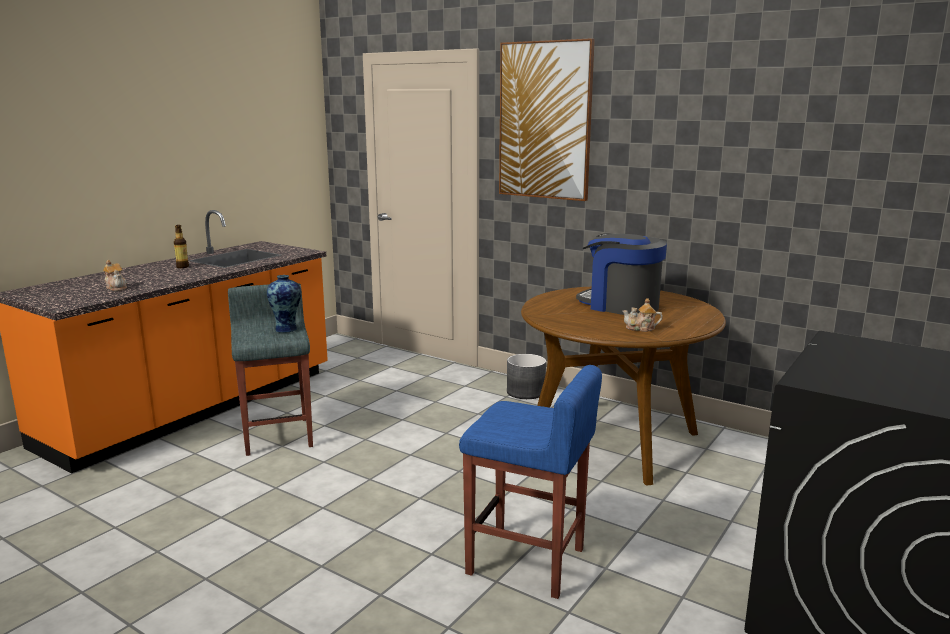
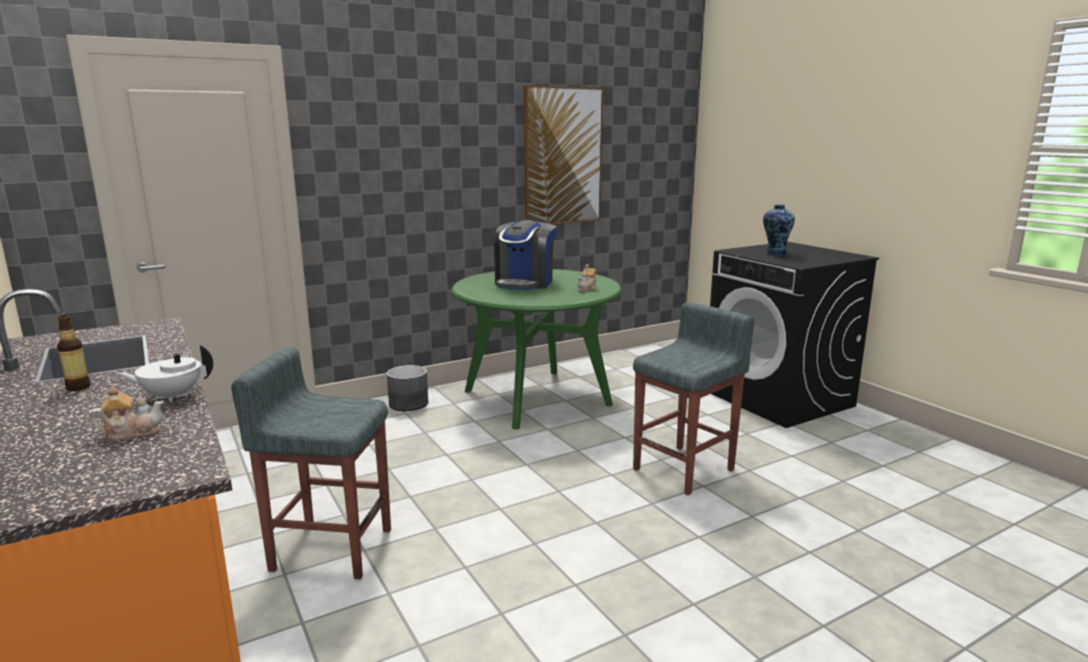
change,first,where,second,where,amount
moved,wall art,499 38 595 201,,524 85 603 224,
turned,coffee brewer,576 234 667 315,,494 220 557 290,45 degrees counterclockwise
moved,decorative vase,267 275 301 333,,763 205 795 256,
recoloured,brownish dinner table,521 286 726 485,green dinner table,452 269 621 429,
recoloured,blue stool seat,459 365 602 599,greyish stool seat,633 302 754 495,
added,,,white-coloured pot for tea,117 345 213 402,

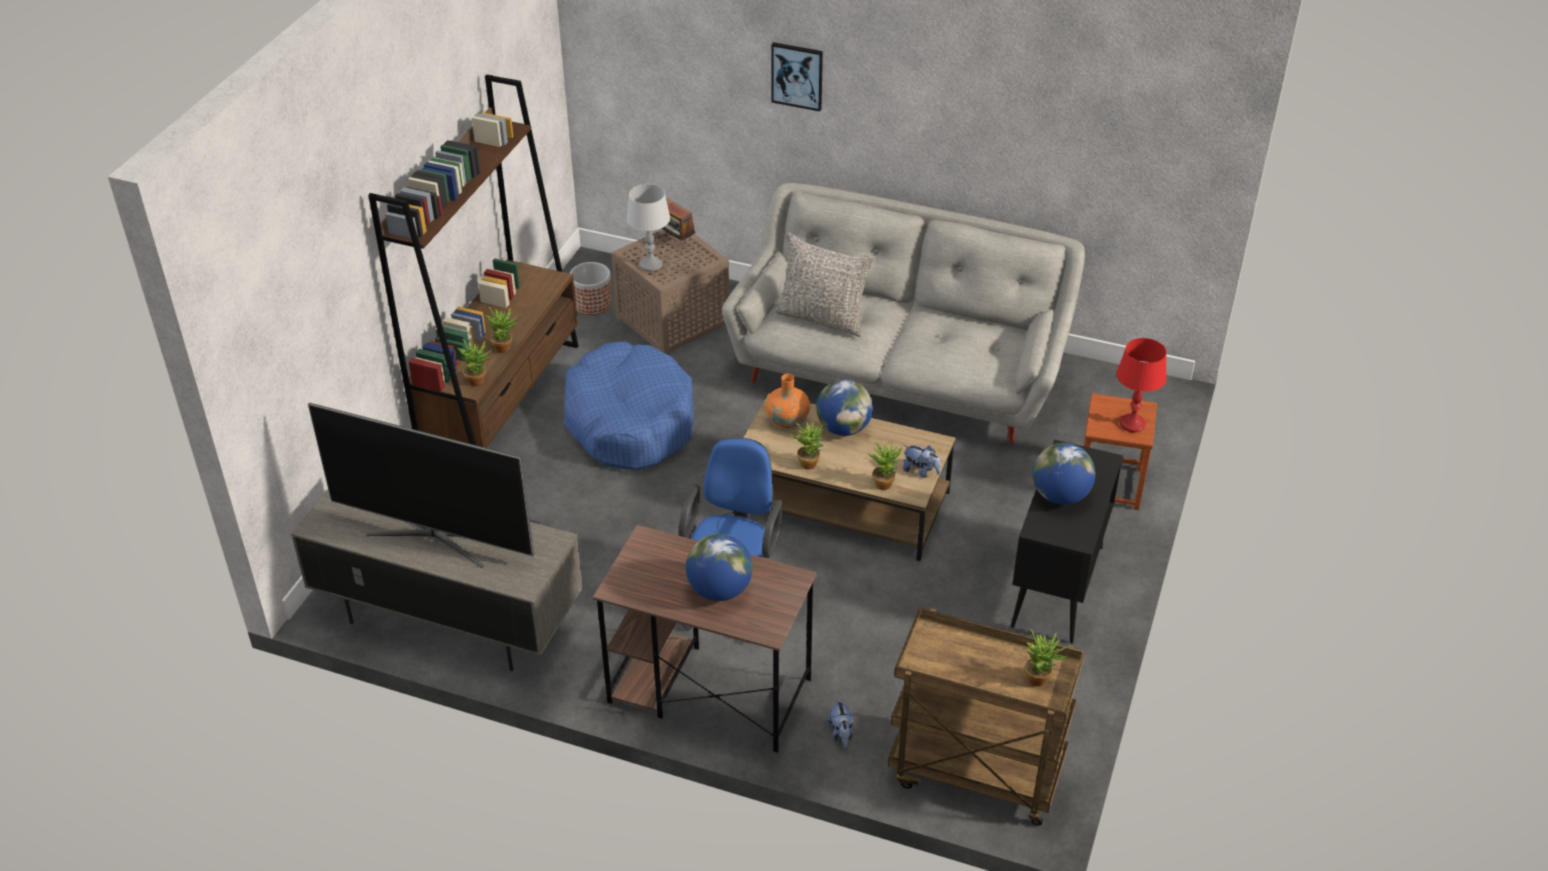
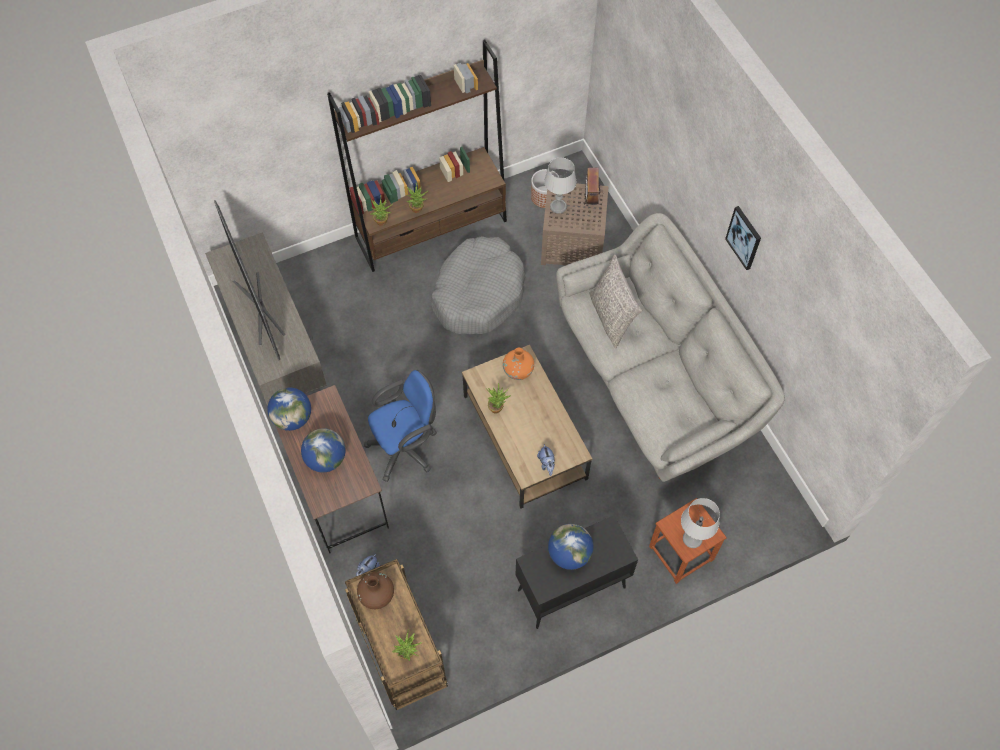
change,first,where,second,where,amount
moved,wall art,771 42 823 111,,725 206 761 270,
recoloured,red table lamp,1116 338 1167 432,greyish table lamp,681 498 720 548,
recoloured,blue dog cushion,564 341 694 470,greyish dog cushion,431 236 526 334,
moved,desk globe,816 379 873 436,,267 388 311 431,
removed,plant in a pot,867 441 902 490,,,
added,,,brownish decorative vase,357 572 394 609,

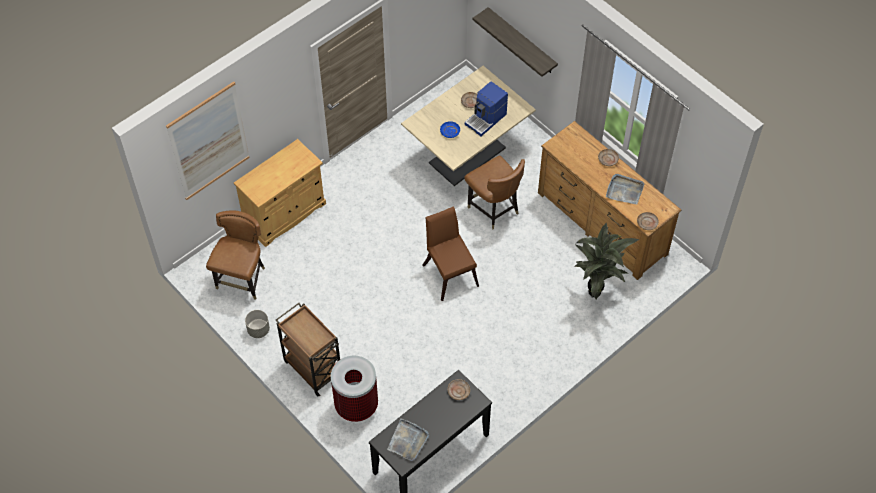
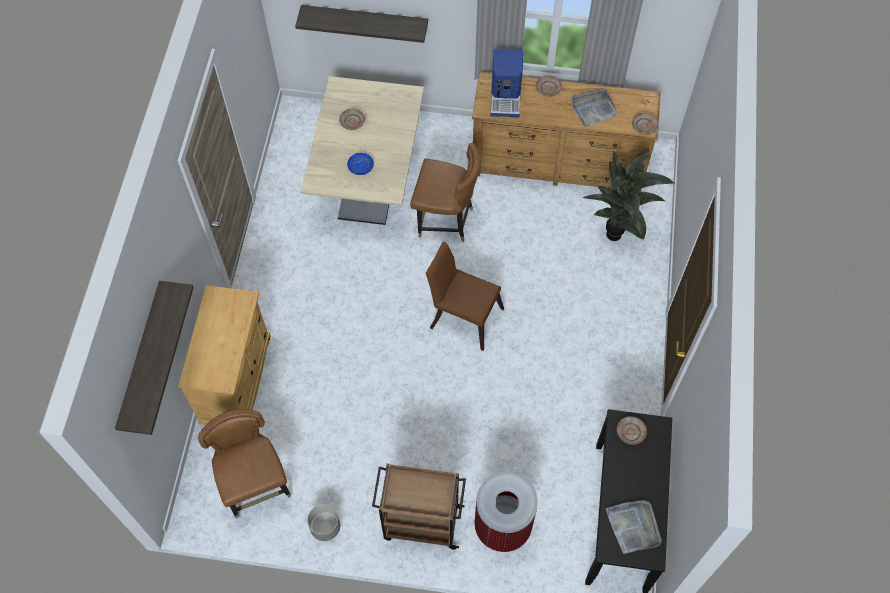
change,first,where,second,where,amount
moved,coffee brewer,465 81 508 136,,491 49 523 118,
replaced,wall art,166 82 250 200,bracket shelf,115 281 194 435,

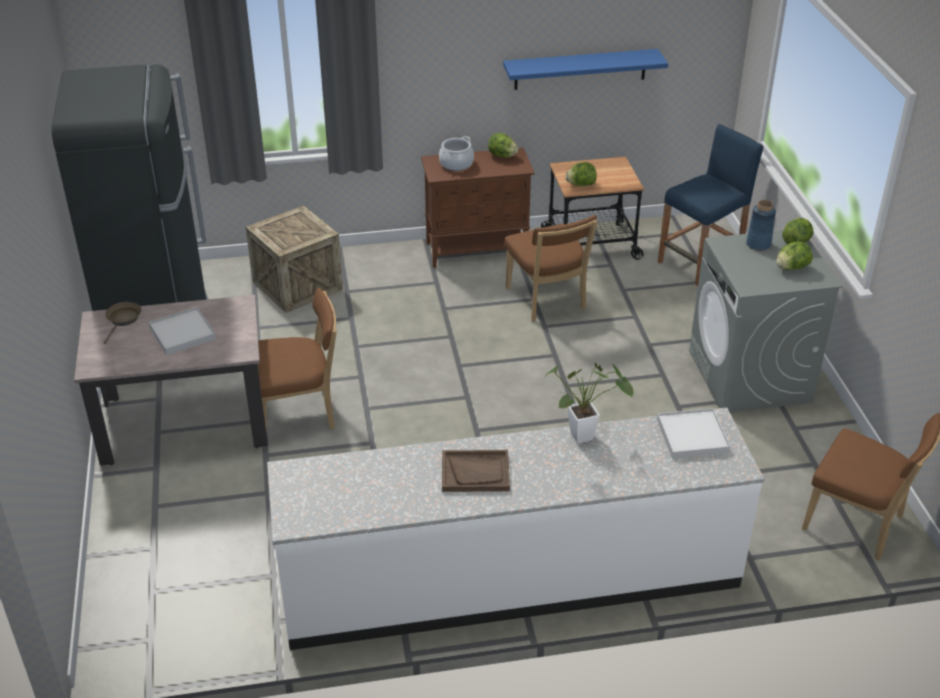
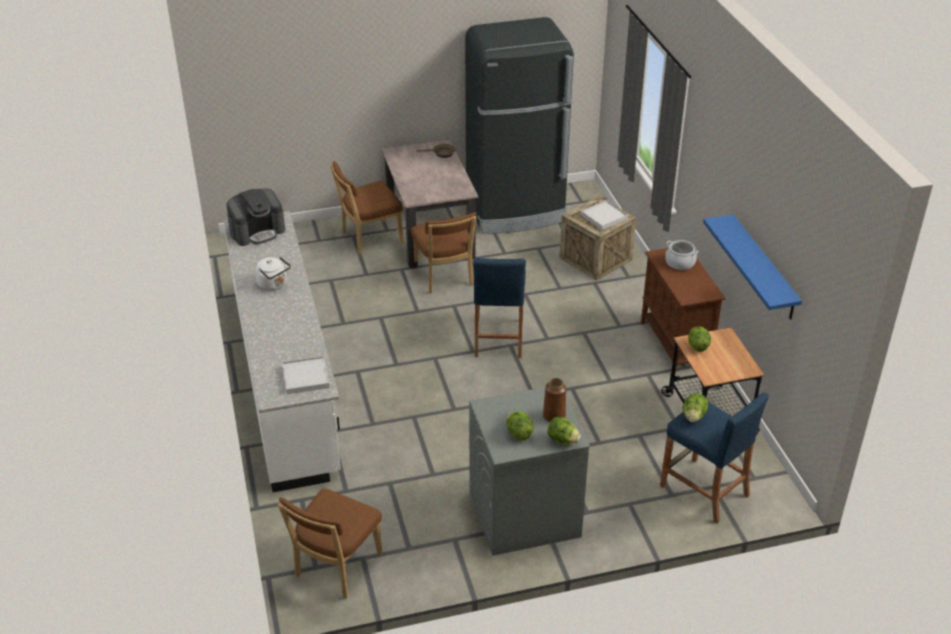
change,first,where,second,where,amount
moved,lettuce head,488 133 518 158,,683 393 708 423,
recoloured,blue decorative vase,746 200 776 251,brownish decorative vase,543 378 566 422,
moved,brownish chair,505 215 598 321,,330 161 403 254,
moved,white-coloured serving tray,149 307 216 355,,580 200 628 230,
removed,plant in a pot,544 363 634 443,,,
replaced,brownish serving tray,442 450 510 492,white-coloured tea kettle,255 257 291 291,
added,,,coffee brewer,227 188 285 246,
added,,,blue stool seat,473 257 526 358,

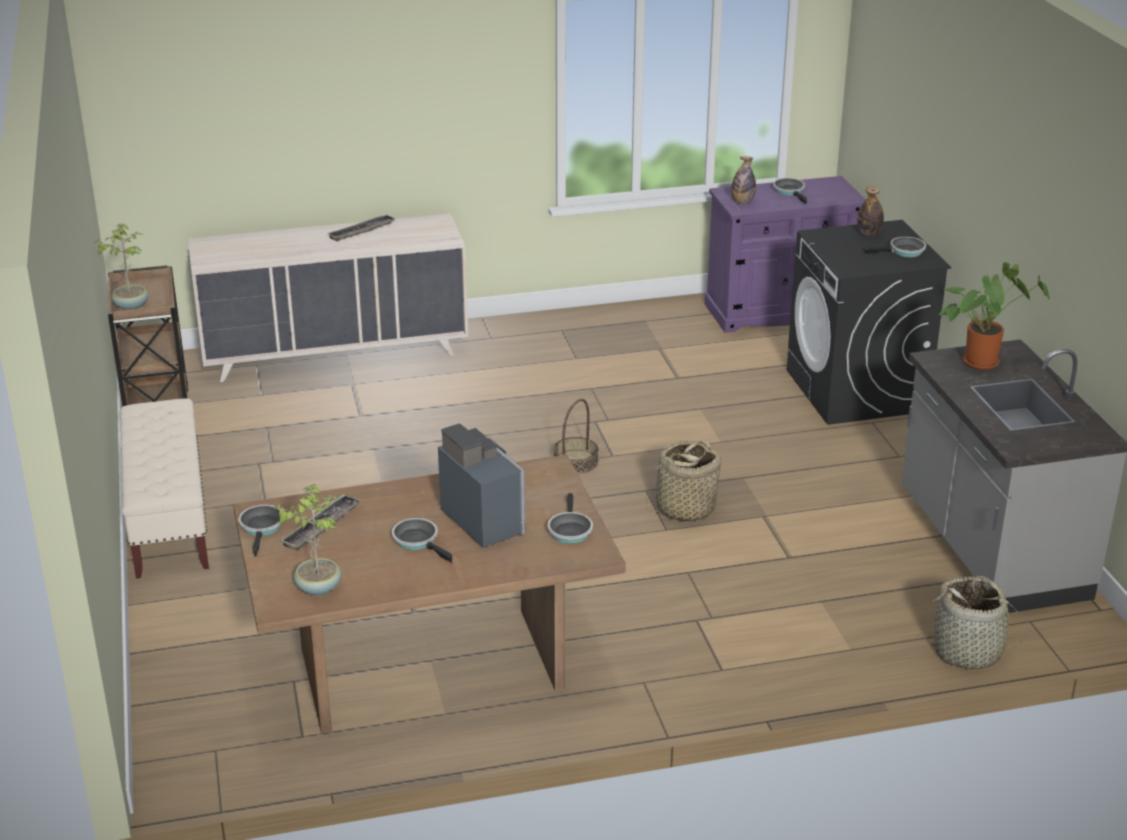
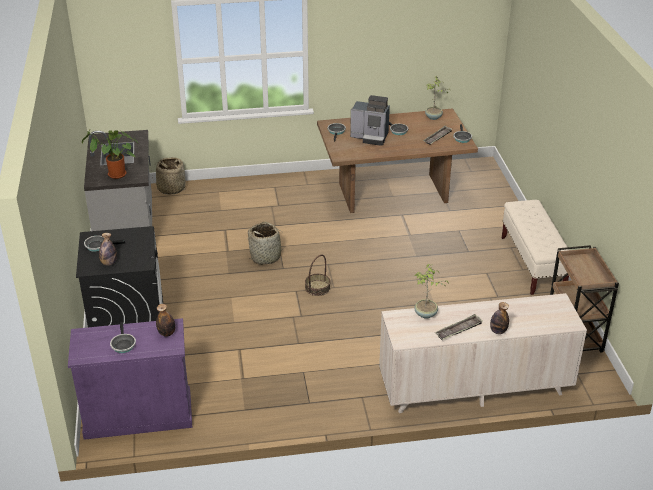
change,first,where,second,where,amount
moved,plant in a pot,95 224 148 310,,414 264 449 319,
turned,coffee brewer,438 424 525 548,,350 95 390 146,45 degrees counterclockwise
added,,,beverage bottle,490 302 509 334,

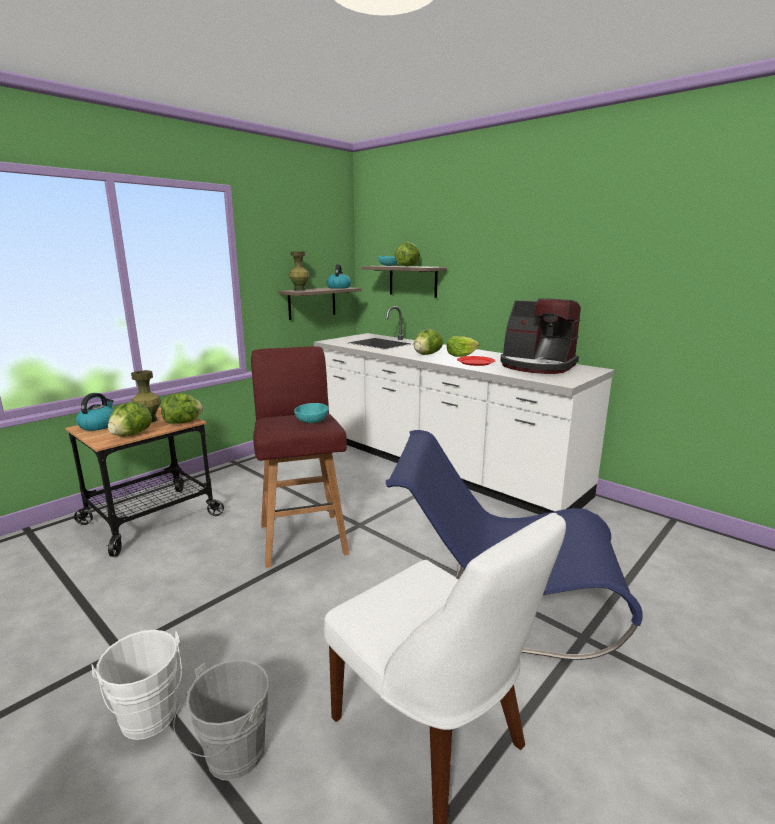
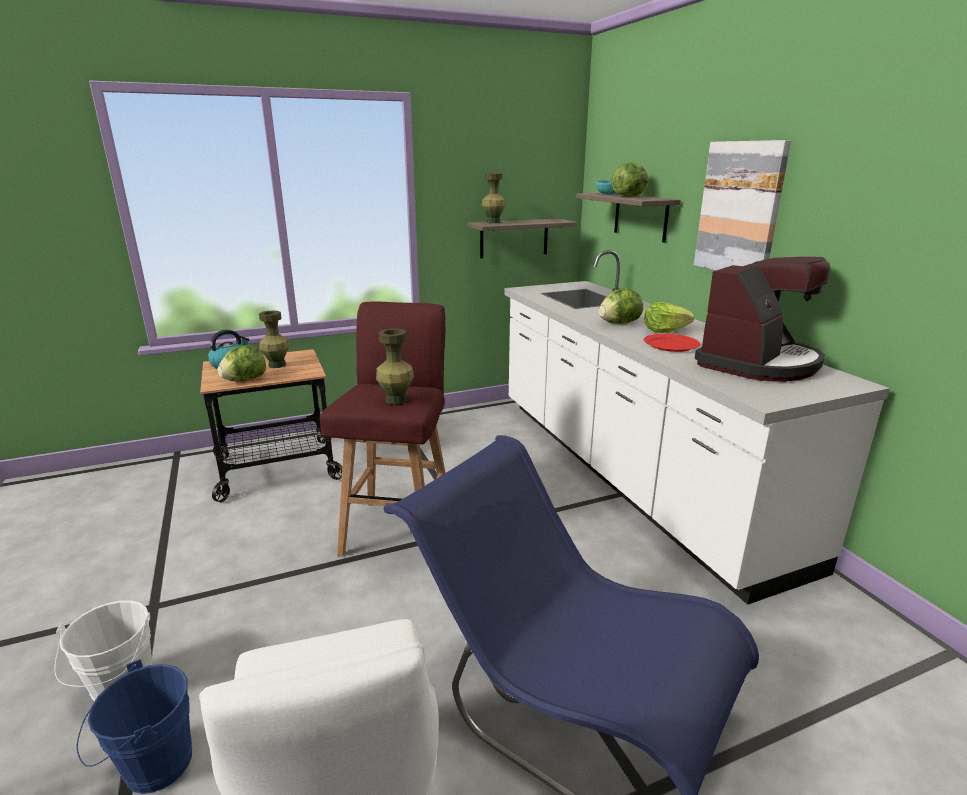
change,first,where,second,where,amount
removed,tea kettle,327 264 351 289,,,
turned,coffee brewer,500 298 581 374,,695 257 831 382,105 degrees counterclockwise
removed,lettuce head,161 393 203 424,,,
replaced,turquoise-coloured deep dish,294 403 329 423,green decorative vase,376 328 414 405,
recoloured,greyish water bucket,173 659 269 781,blue water bucket,77 659 192 794,
added,,,wall art,694 140 791 271,

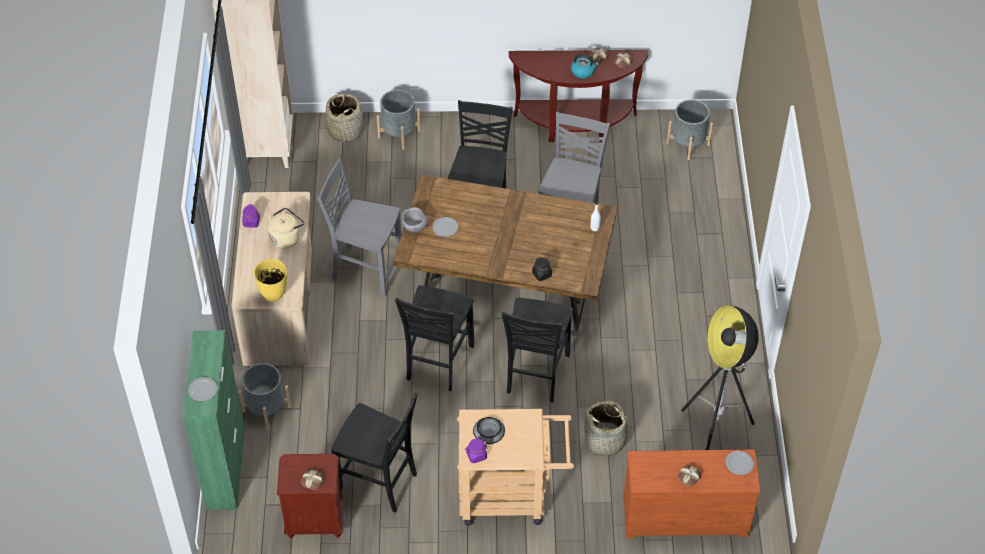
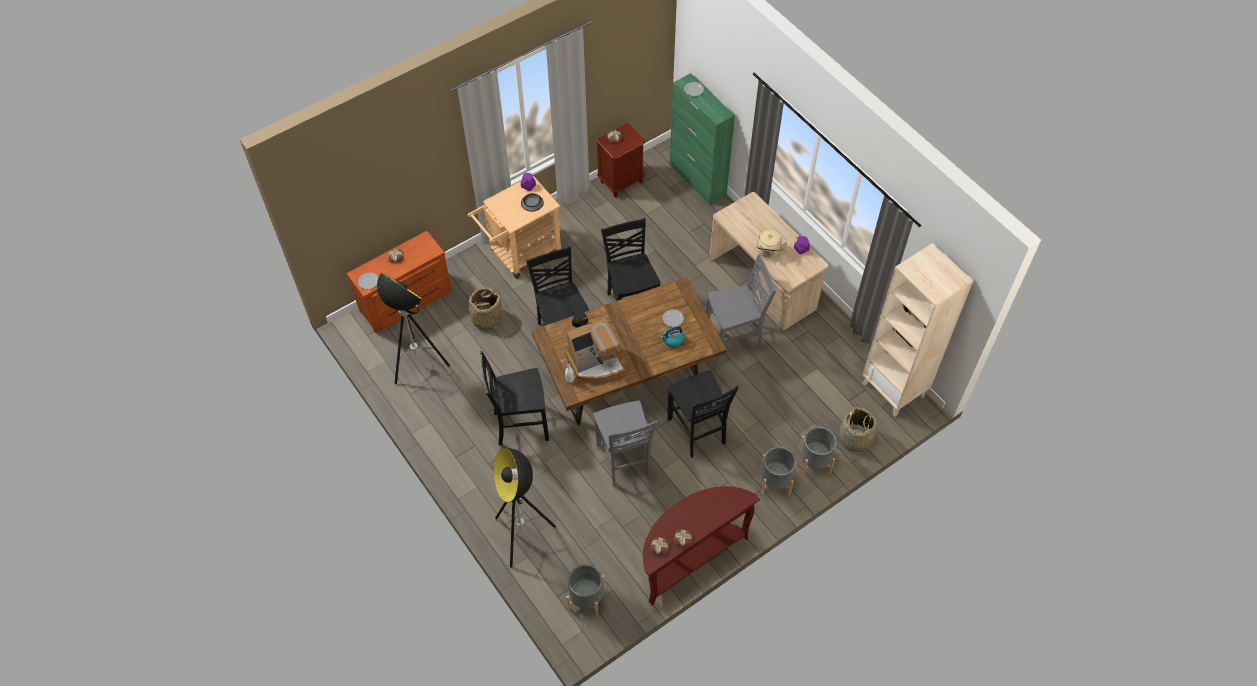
change,first,where,second,where,amount
moved,tea kettle,571 54 599 79,,660 327 684 347,
removed,greyish deep dish,402 207 428 232,,,
removed,yellowish decorative vase,254 259 287 302,,,
moved,greyish plant pot,238 363 291 429,,761 447 796 495,
moved,blackish chair,331 392 418 513,,480 351 549 446,
added,,,coffee brewer,565 318 626 381,
added,,,standard lamp,494 448 556 568,

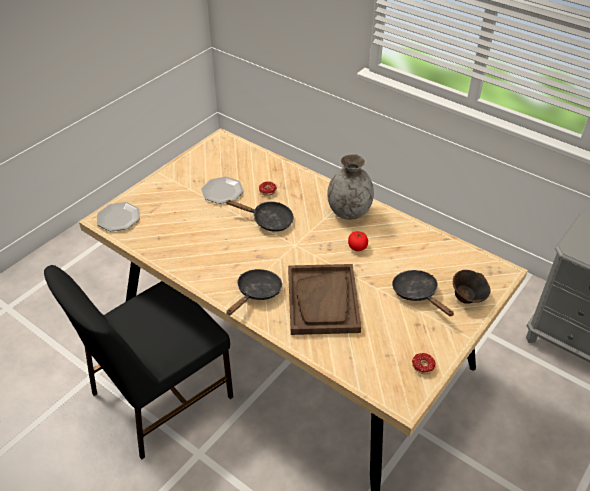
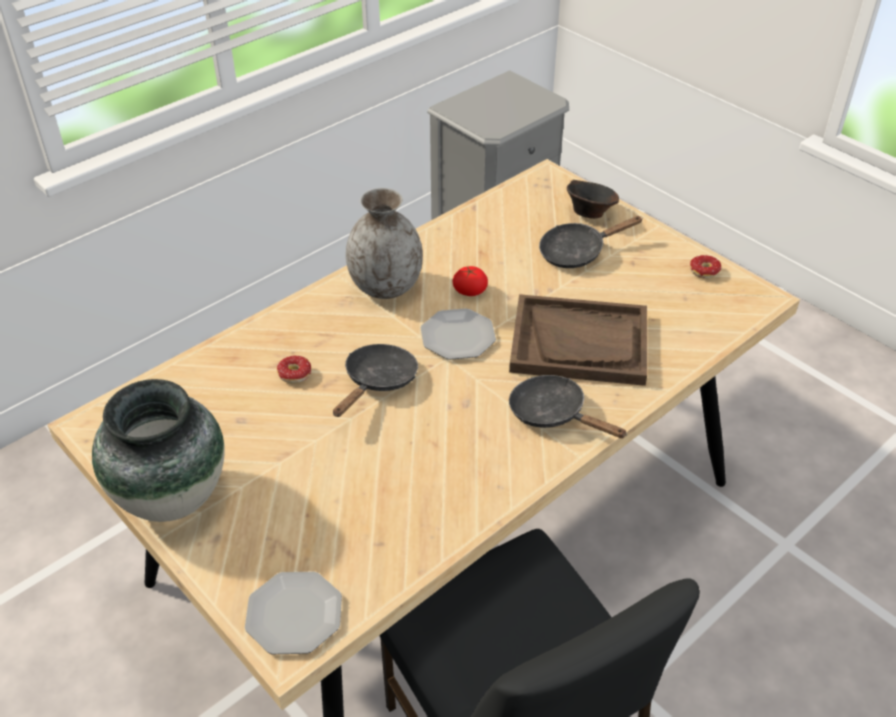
change,first,where,second,where,amount
moved,dinner plate,201 177 244 204,,421 308 496 360,
added,,,decorative vase,92 379 225 522,

